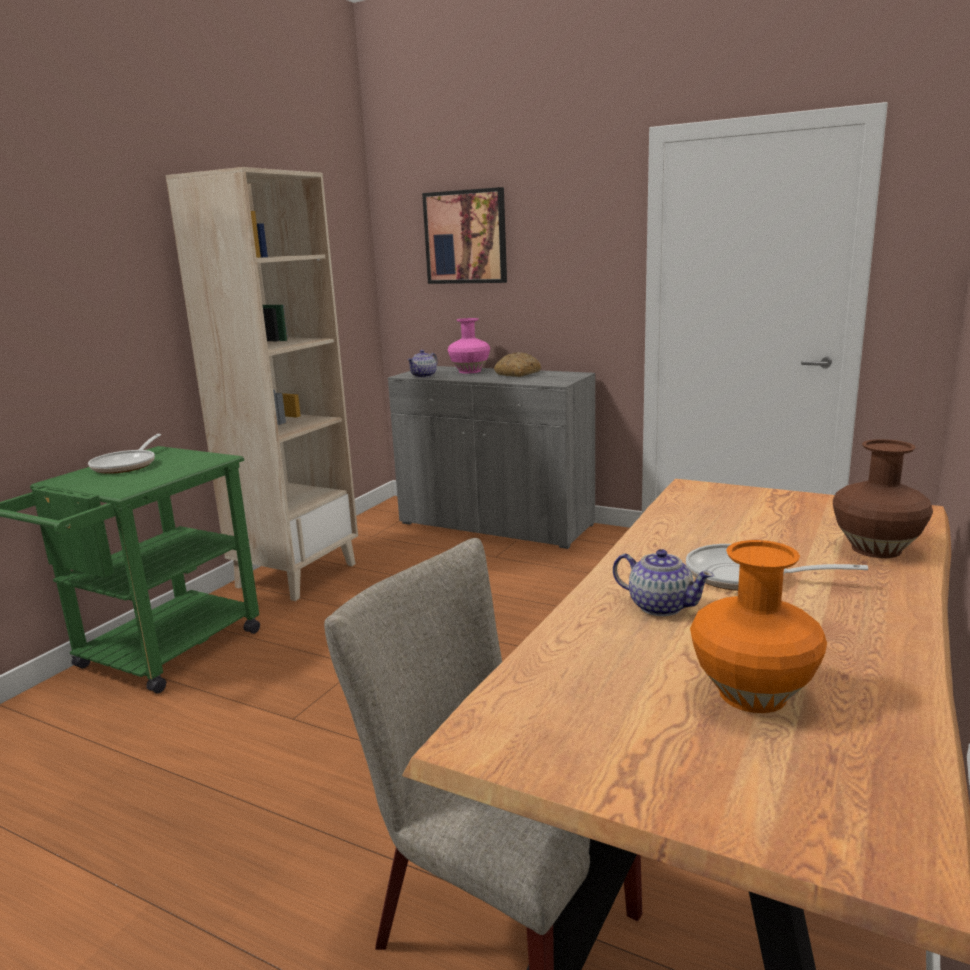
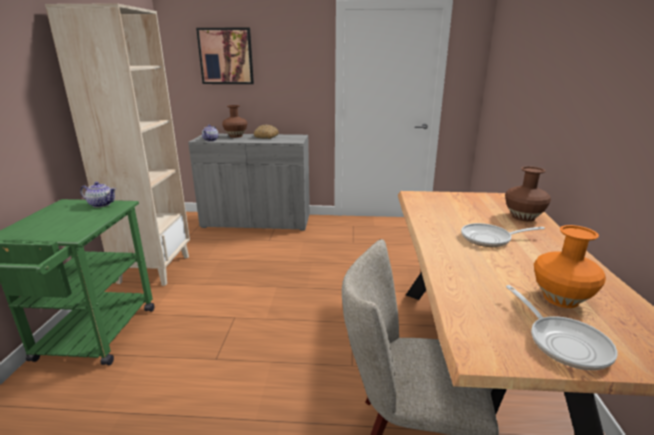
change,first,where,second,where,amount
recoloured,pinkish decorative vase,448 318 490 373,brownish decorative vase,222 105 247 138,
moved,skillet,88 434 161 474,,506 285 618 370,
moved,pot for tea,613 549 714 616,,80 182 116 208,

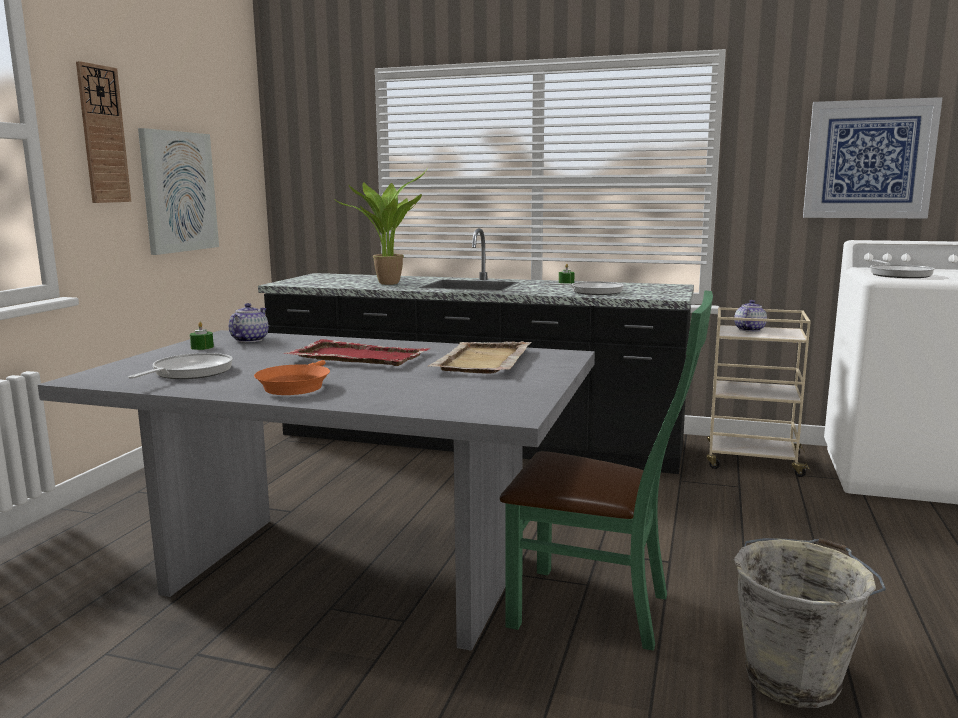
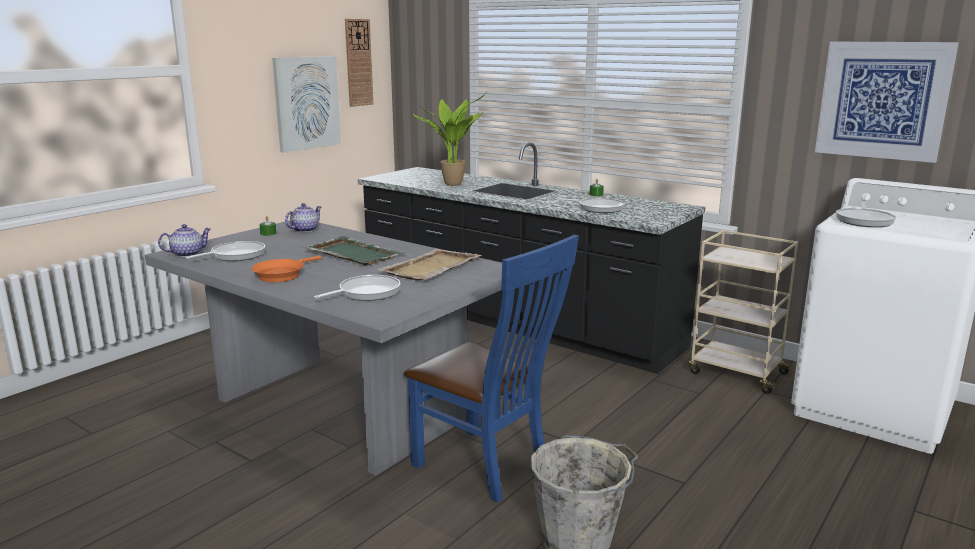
change,first,where,second,where,amount
moved,hanging clock,76 61 131 203,,345 19 374 107,
recoloured,green chair,500 291 713 651,blue chair,404 235 579 503,
moved,pot for tea,734 300 767 332,,158 224 211 257,
recoloured,red serving tray,284 339 430 366,green serving tray,303 236 406 266,
added,,,skillet,314 275 400 301,

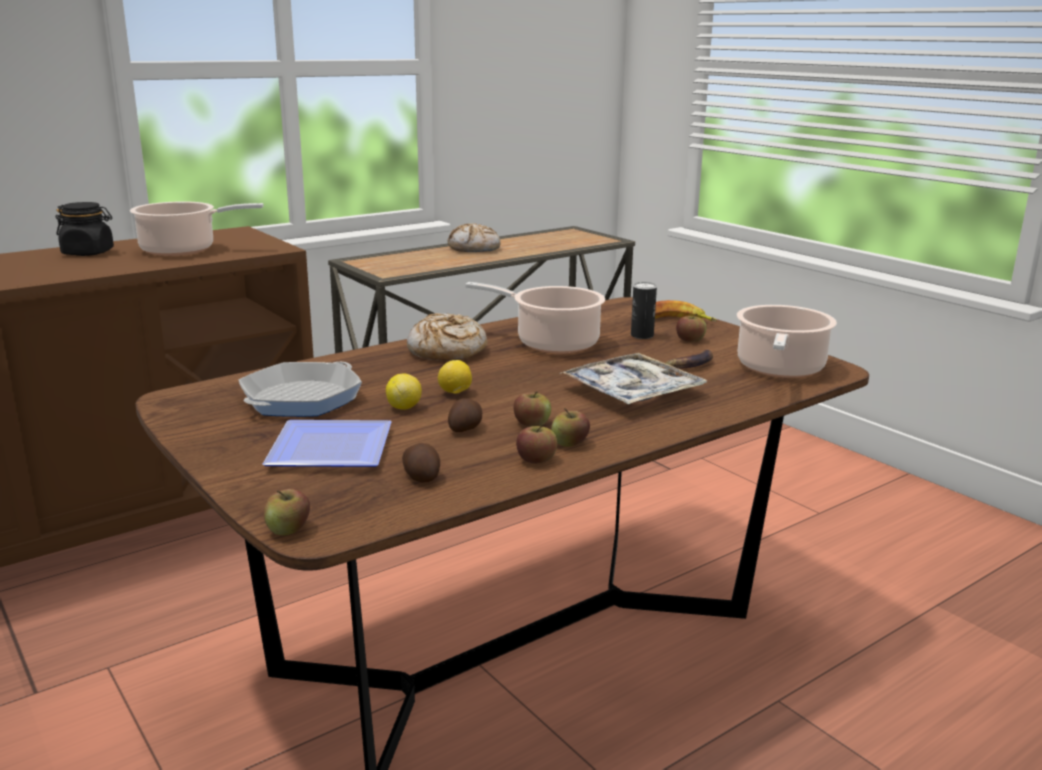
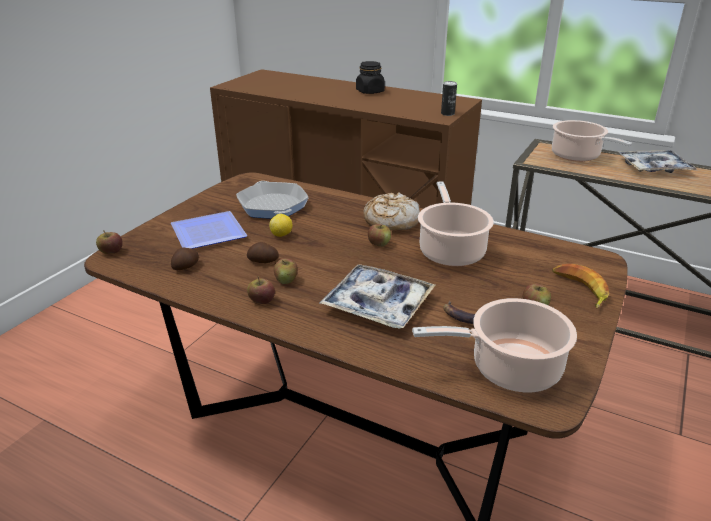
change,first,where,second,where,amount
moved,cooking pot,130 201 264 256,,552 120 632 162,
replaced,bakery bread,448 223 500 252,serving tray,618 150 697 173,
moved,metal can,631 282 657 339,,441 81 457 116,
removed,whole lemon,438 360 472 393,,,
turned,skillet,239 362 362 417,,236 181 309 219,120 degrees counterclockwise
moved,apple,516 423 557 464,,368 224 391 247,

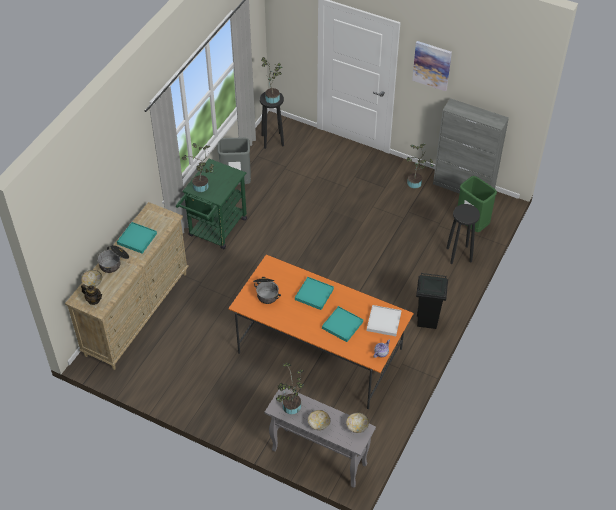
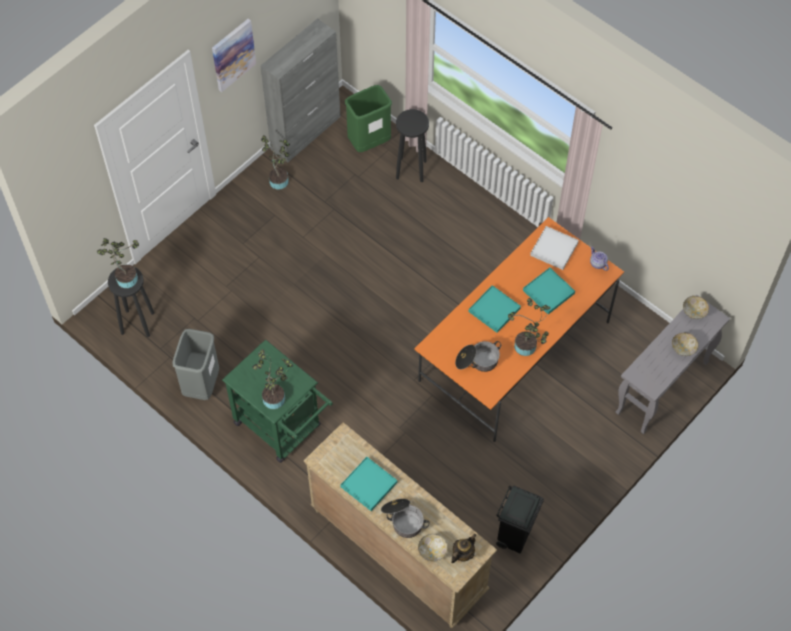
change,first,where,second,where,amount
moved,blackish rubbish bin,416 273 448 329,,496 486 544 553,
moved,plant in a pot,276 363 304 414,,508 298 550 356,

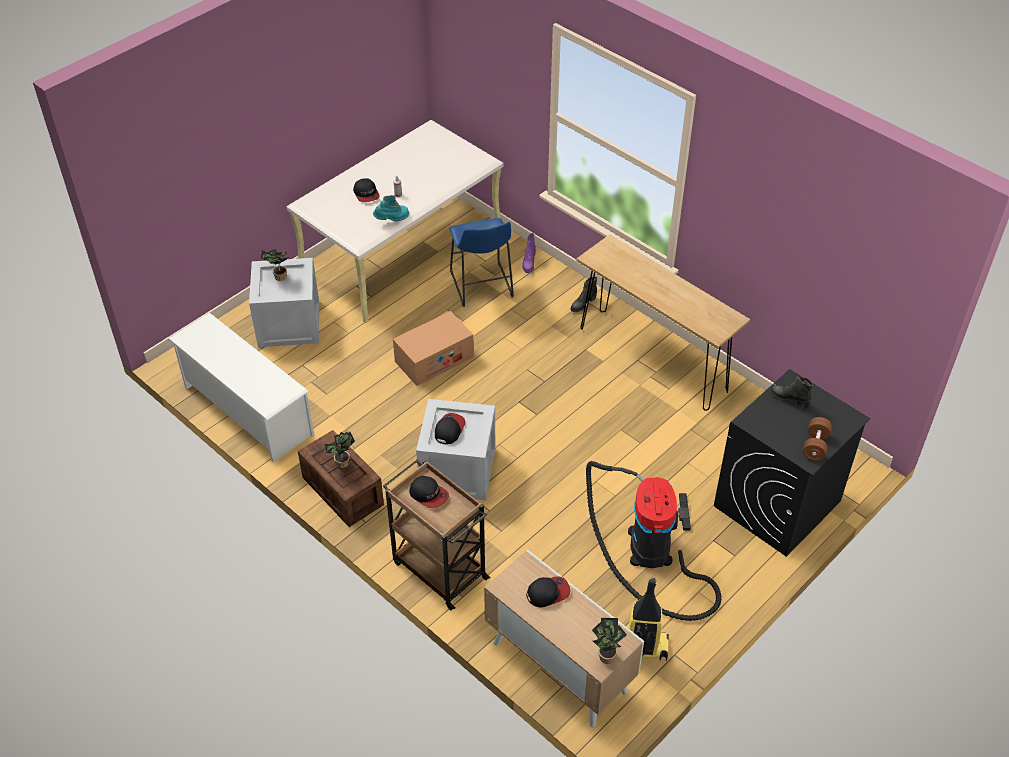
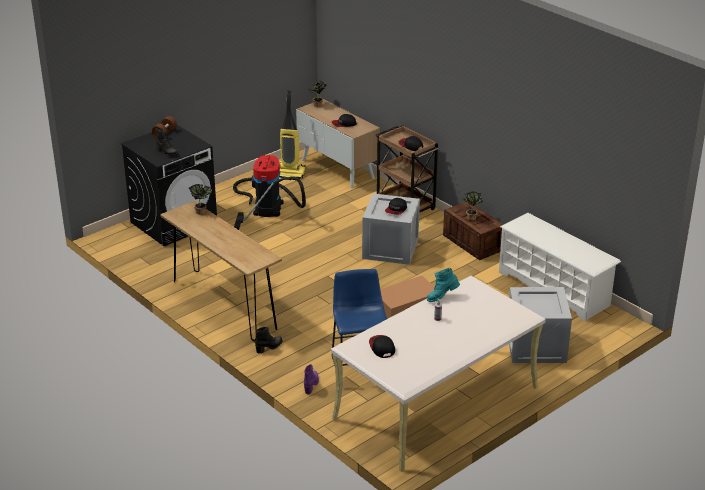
change,first,where,second,where,amount
moved,peaked cap,353 178 380 202,,369 335 395 358,
moved,plant in a pot,261 249 289 281,,189 184 213 215,

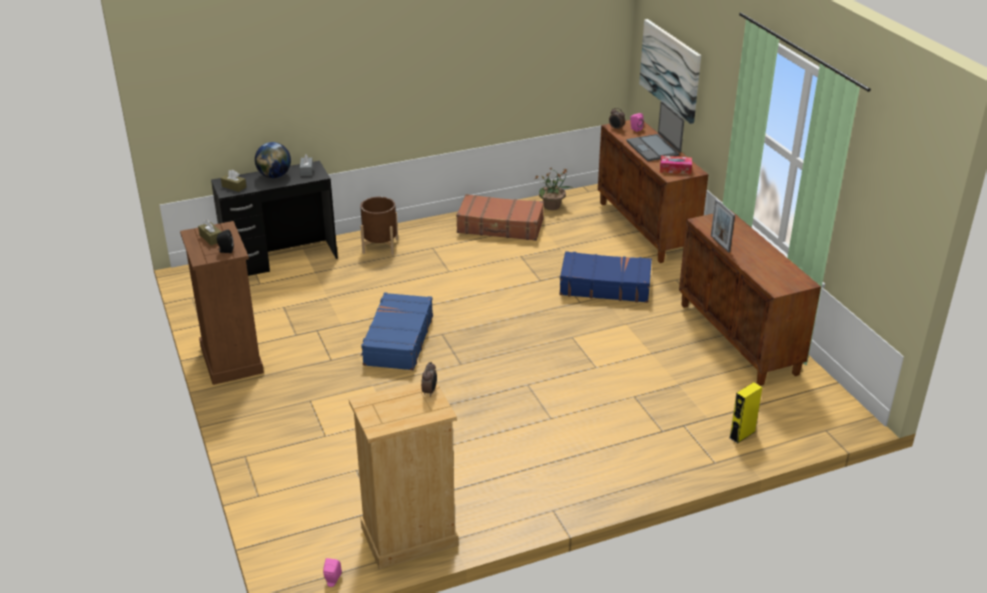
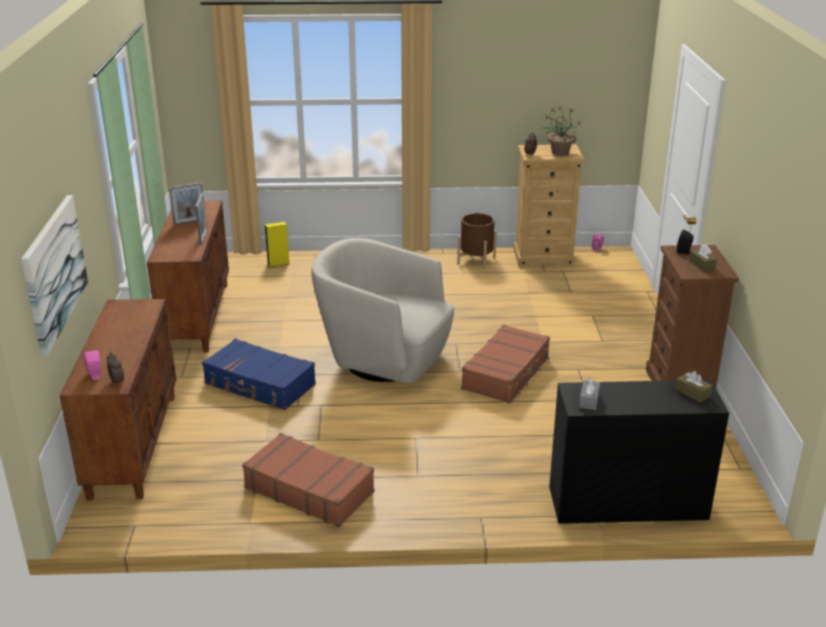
change,first,where,second,where,amount
removed,portable computer,627 101 684 161,,,
removed,desk globe,255 142 291 178,,,
removed,tissue holder,660 156 692 174,,,
moved,plant in a pot,535 167 573 210,,541 106 581 156,
moved,brownish plant pot,360 197 398 255,,457 213 497 269,
recoloured,blue suitcase,361 292 433 370,brownish suitcase,461 325 550 403,
added,,,photo frame,169 182 203 225,
added,,,beige easy chair,311 238 455 384,

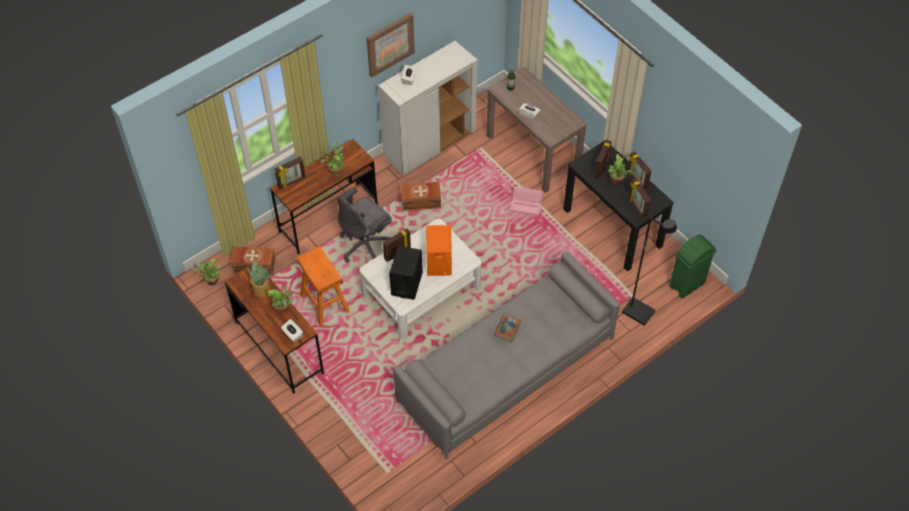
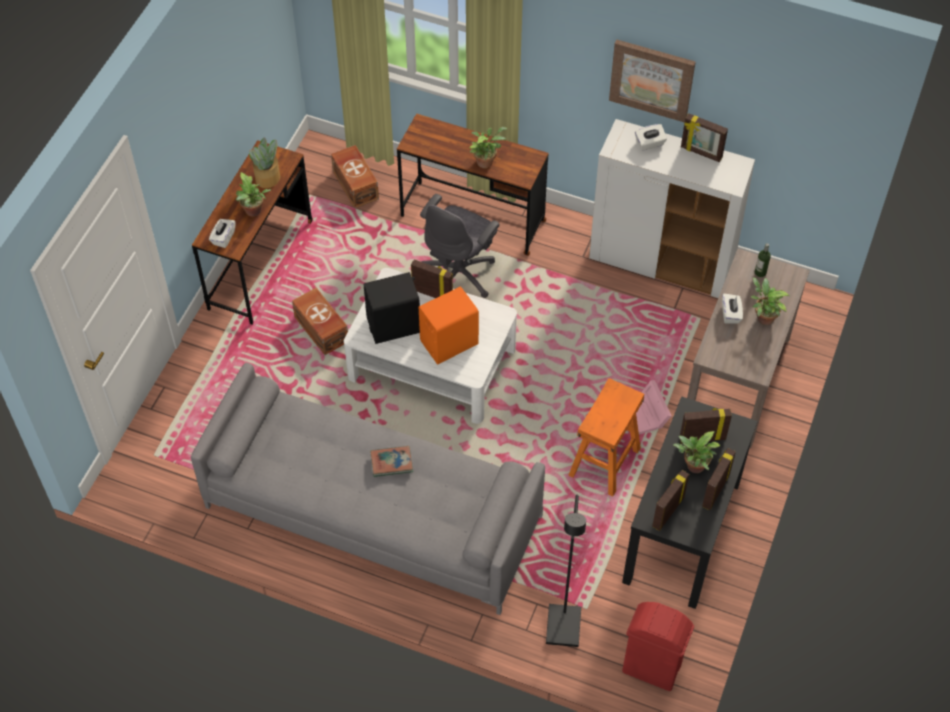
change,first,where,second,where,amount
moved,photo frame,274 157 306 190,,681 113 728 162,
moved,brownish storage box,401 182 441 211,,292 288 348 355,
turned,greyish computer chair,338 187 392 263,,420 194 500 298,75 degrees counterclockwise
recoloured,green rubbish bin,669 235 716 299,red rubbish bin,622 602 694 691,
moved,orangey stool seat,297 246 349 326,,568 378 644 496,
moved,plant in a pot,191 259 222 286,,751 277 789 325,

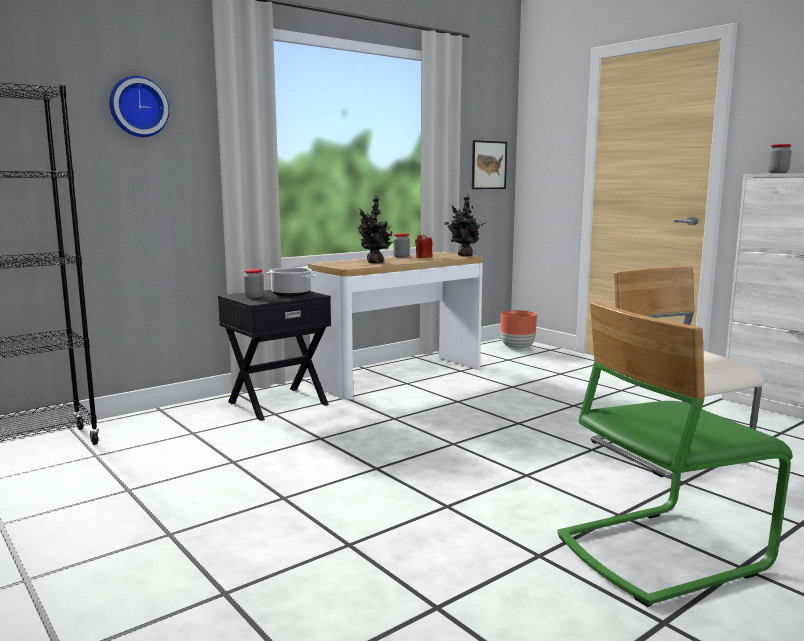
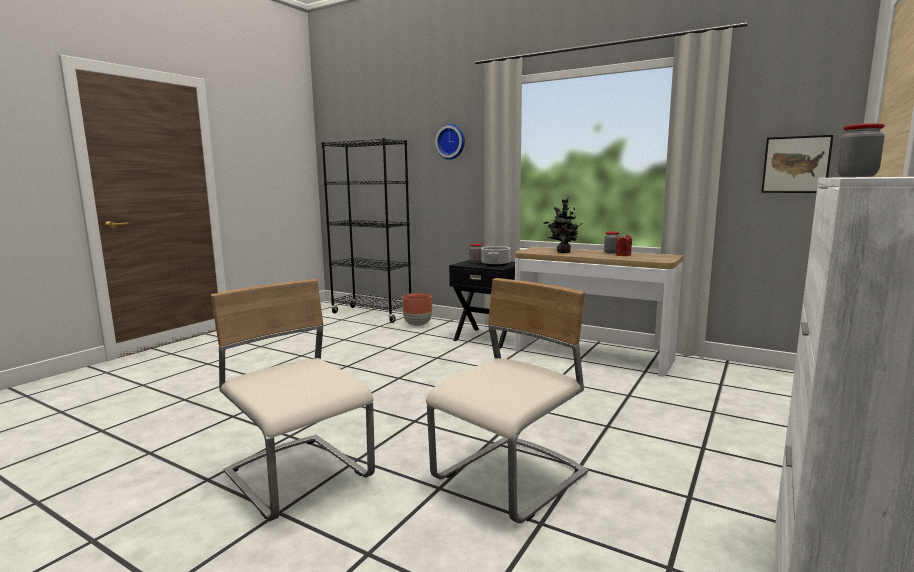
change,first,where,second,where,amount
removed,plant in a pot,444 194 486 257,,,
recoloured,green chair,557 302 793 607,beige chair,211 279 375 521,
moved,brownish plant pot,501 310 537 350,,402 293 432 326,

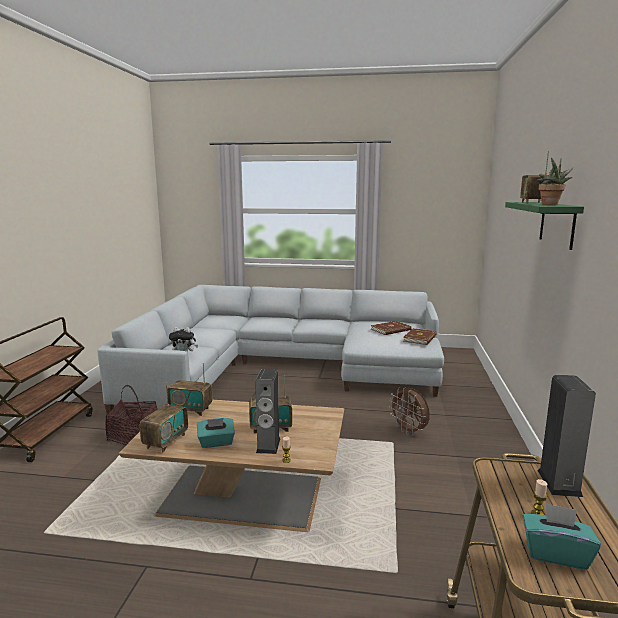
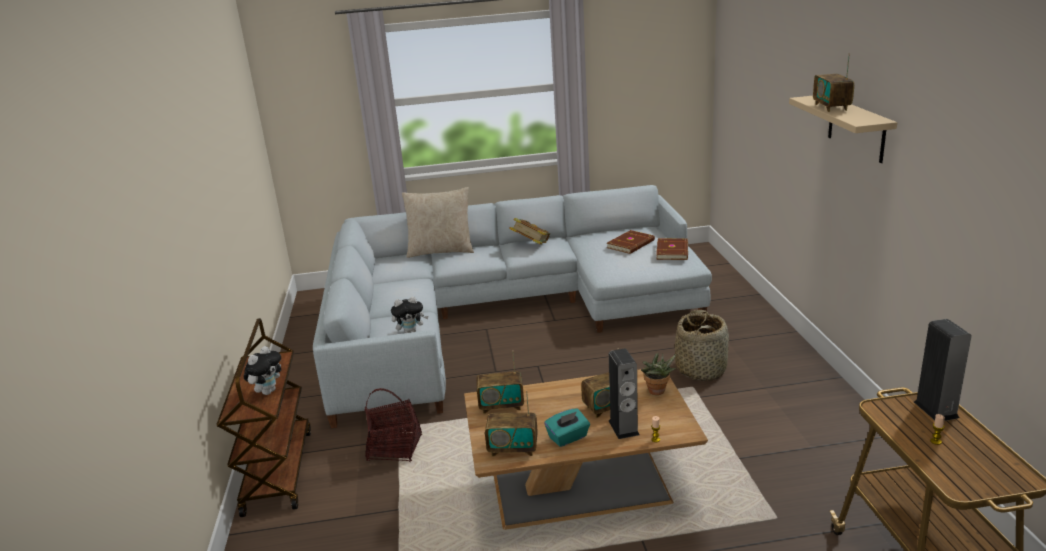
change,first,where,second,where,amount
moved,plant in a pot,537 158 573 205,,641 353 676 395,
recoloured,green bracket shelf,505 202 584 250,beige bracket shelf,789 96 897 163,
turned,radio set,139 382 188 452,,485 391 538 456,90 degrees clockwise
replaced,brownish electric fan,389 387 430 435,storage basket,675 310 729 381,
removed,turquoise-coloured tissue holder,523 503 601 570,,,
added,,,beige cushion,402 187 474 258,
added,,,book,509 218 550 244,
added,,,soft toy,244 346 281 395,

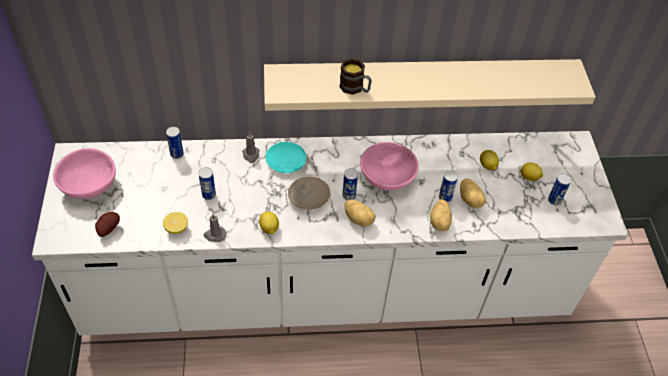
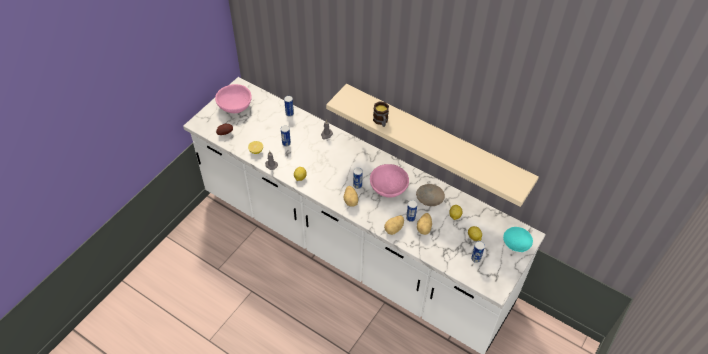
change,first,where,second,where,amount
moved,turquoise-coloured dinner plate,266 142 306 173,,503 227 533 252,
moved,beige dinner plate,288 177 330 210,,416 184 445 206,

